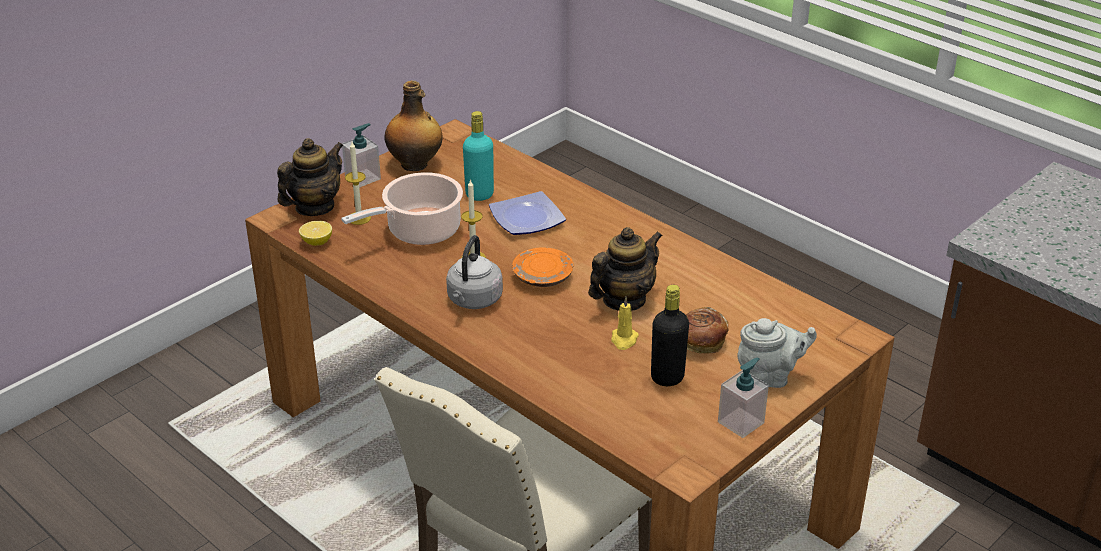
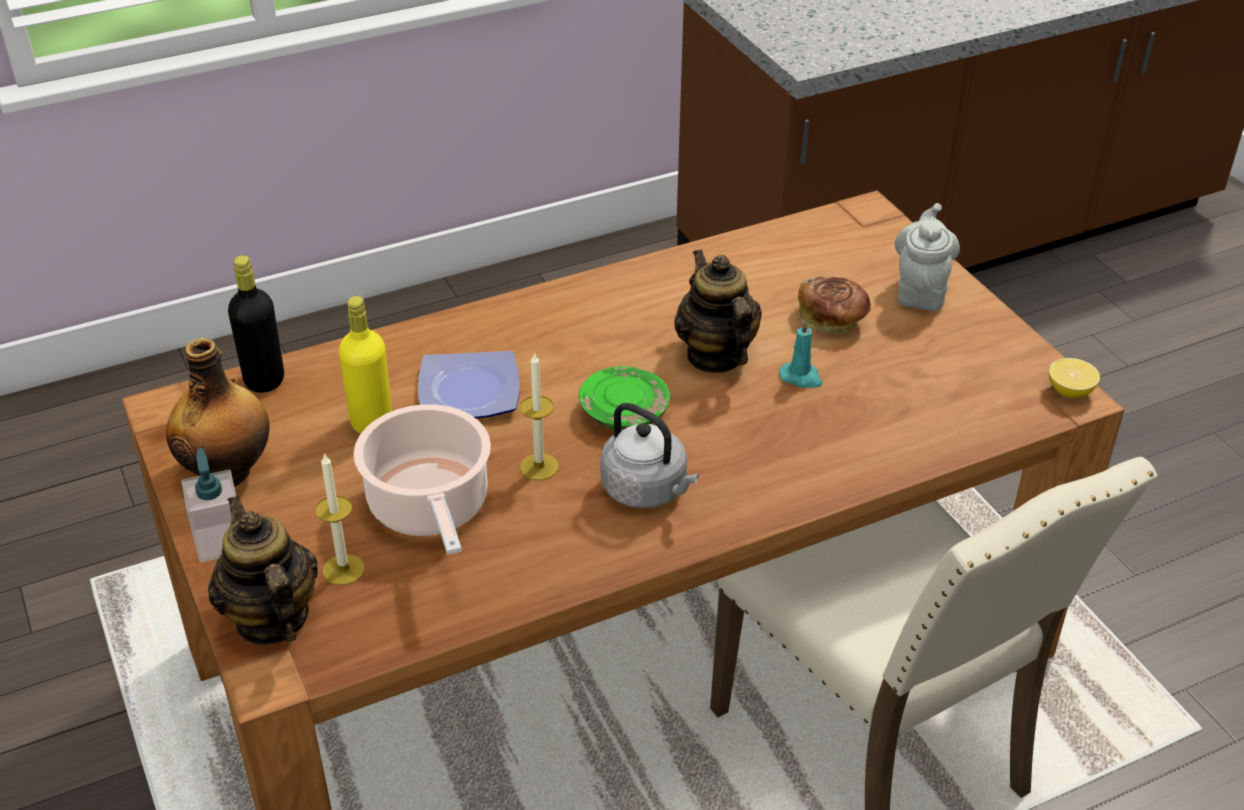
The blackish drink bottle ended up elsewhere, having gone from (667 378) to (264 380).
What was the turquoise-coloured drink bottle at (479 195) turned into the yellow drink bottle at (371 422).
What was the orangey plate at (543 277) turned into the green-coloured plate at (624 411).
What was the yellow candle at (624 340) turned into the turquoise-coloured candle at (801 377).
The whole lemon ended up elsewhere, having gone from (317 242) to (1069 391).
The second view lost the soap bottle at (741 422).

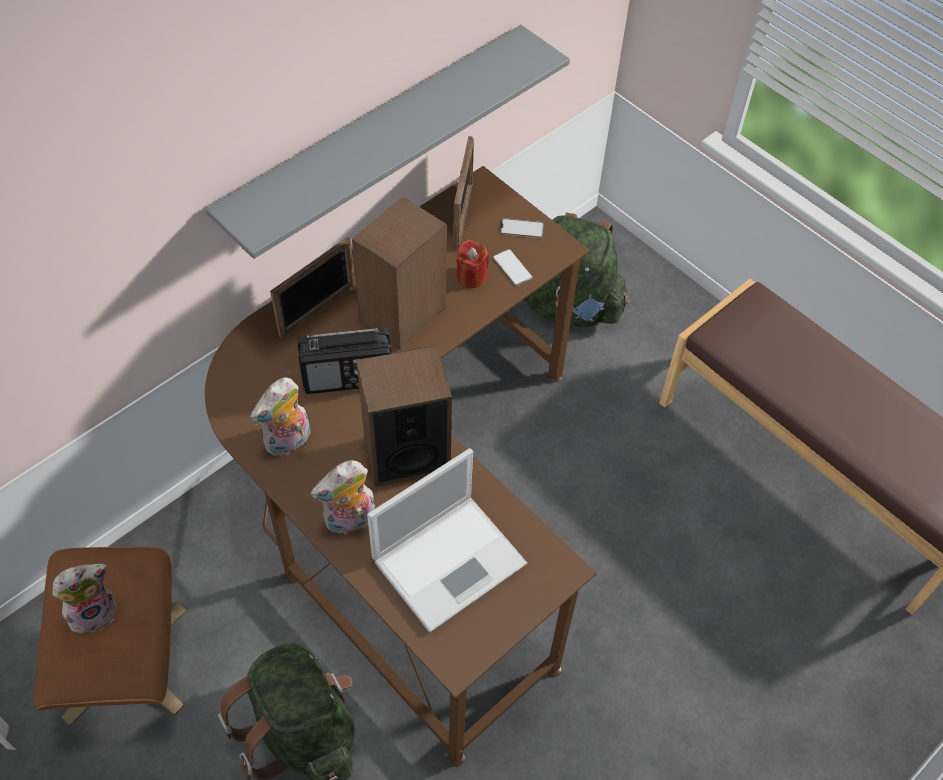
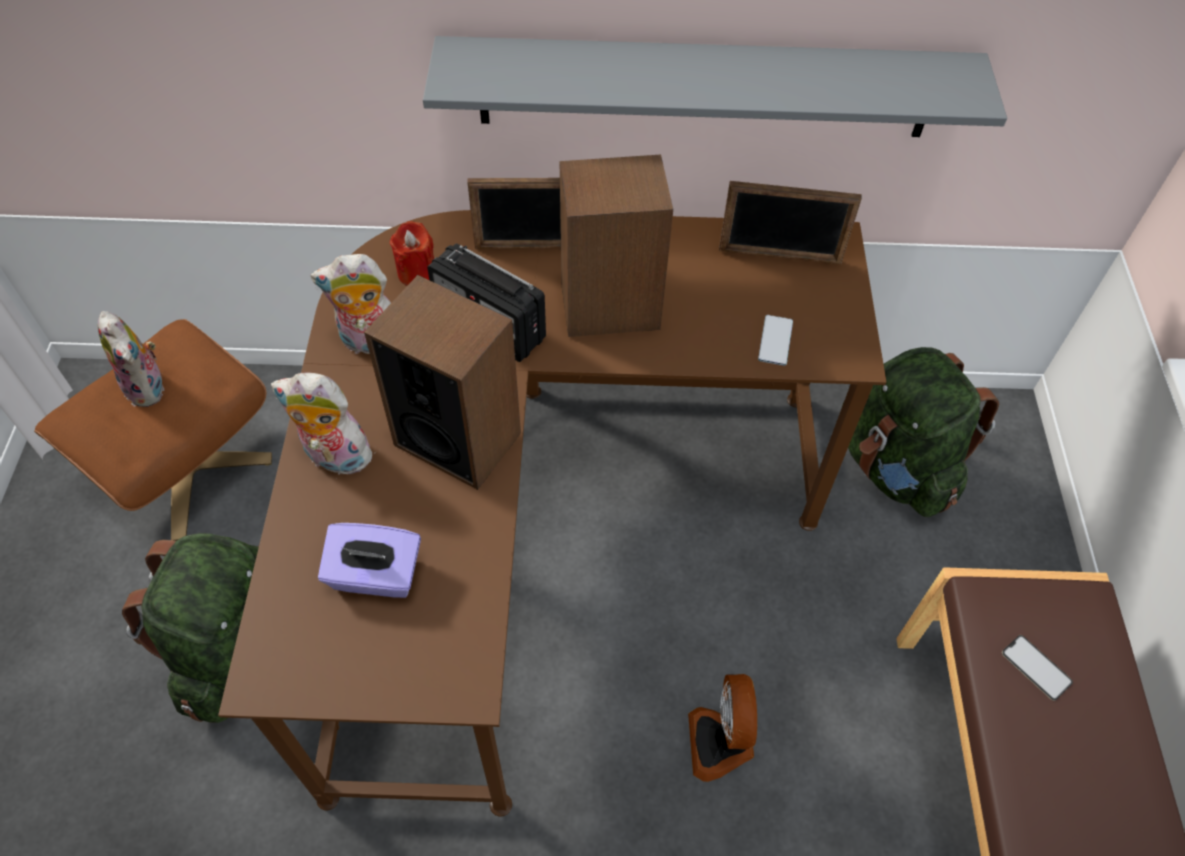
The cuddly toy at (94 611) ended up facing another way, 45 degrees clockwise from before.
Where the portable computer stood at (451 560), the purple box of tissues came to stand at (375 576).
The red candle ended up elsewhere, having gone from (471 276) to (417 273).
The second view gained the cooling fan at (721 743).
The picture frame at (462 216) ended up facing another way, 45 degrees clockwise from before.
The telephone ended up elsewhere, having gone from (522 228) to (1036 667).

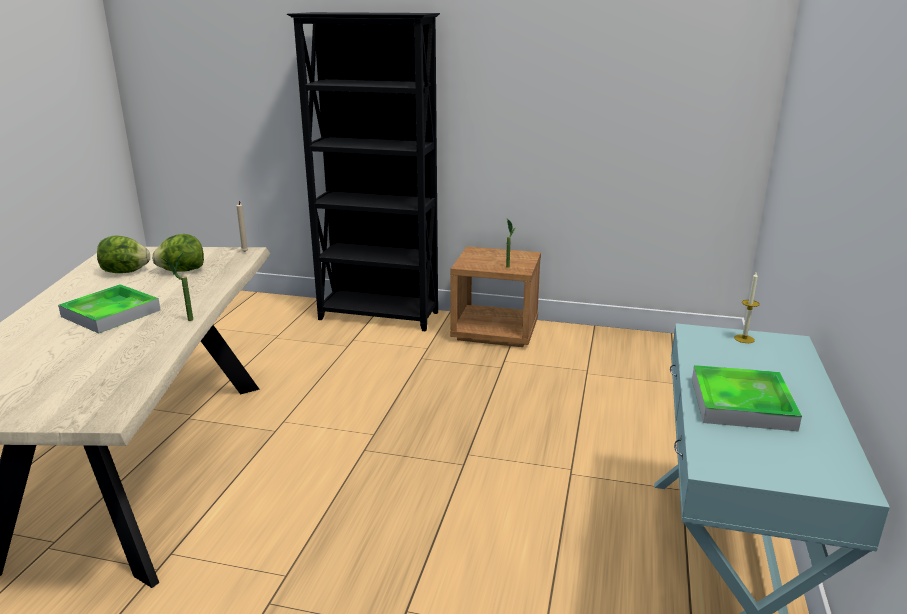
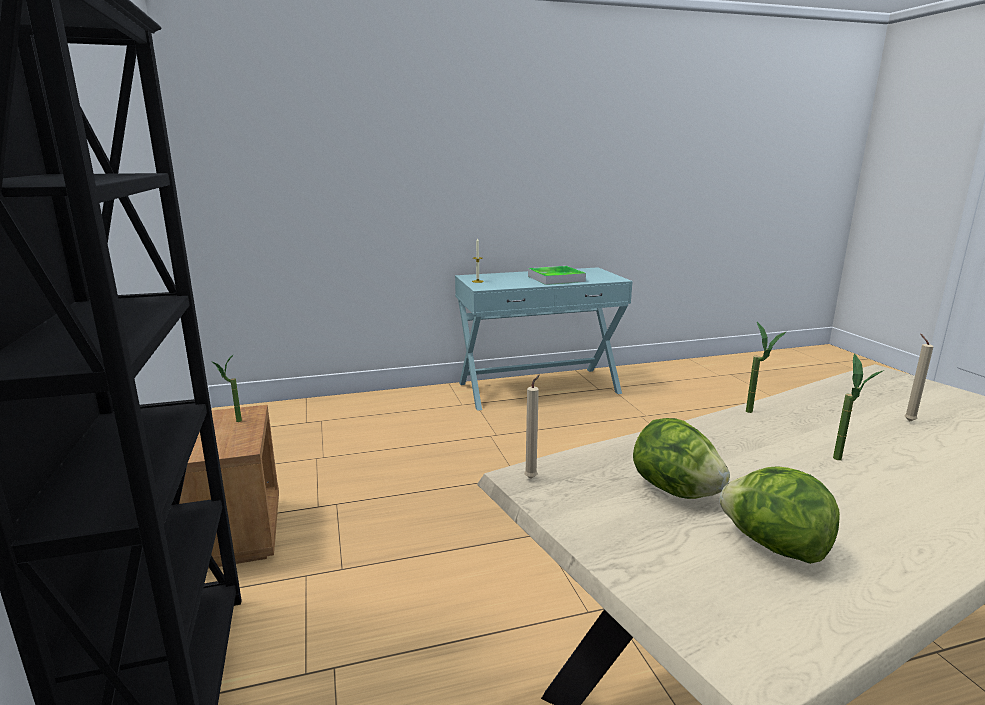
Where the carrying tray stood at (111 313), the houseplant came to stand at (843 462).
The second view gained the beige-coloured candle at (908 420).

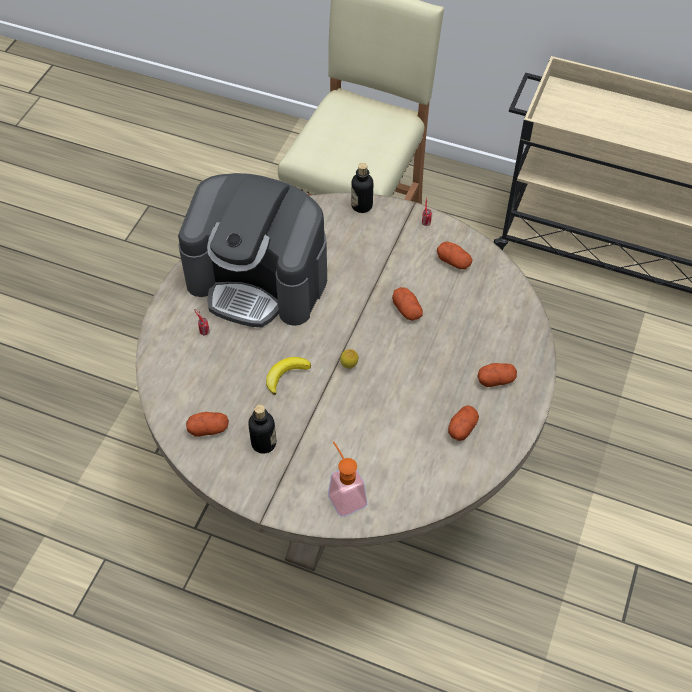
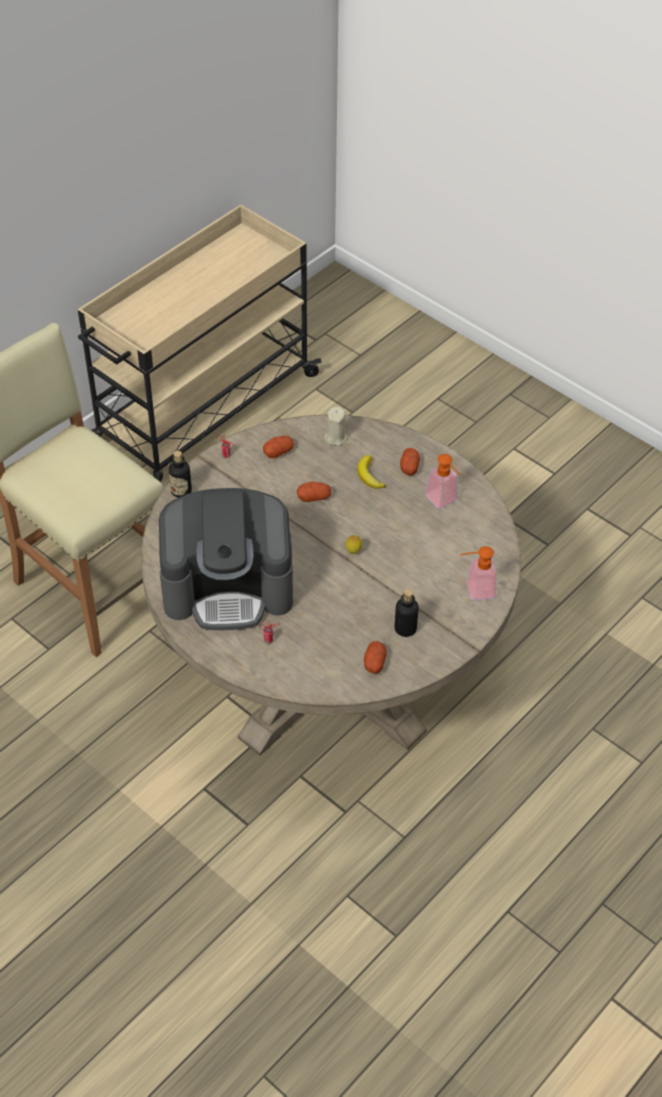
The coffee maker at (259 280) ended up facing another way, 45 degrees clockwise from before.
The second view gained the beige-coloured candle at (335 438).
The whole banana ended up elsewhere, having gone from (286 375) to (369 475).
Where the whole potato stood at (462 428), the soap bottle came to stand at (444 501).

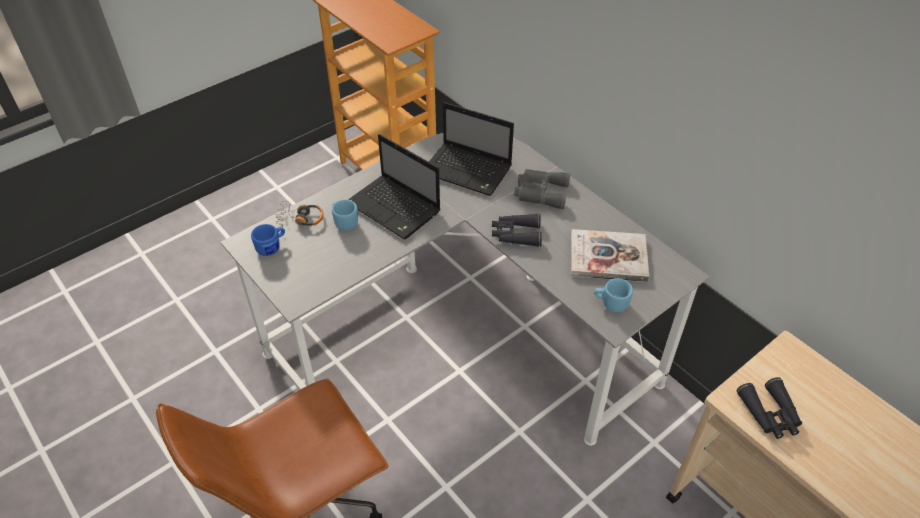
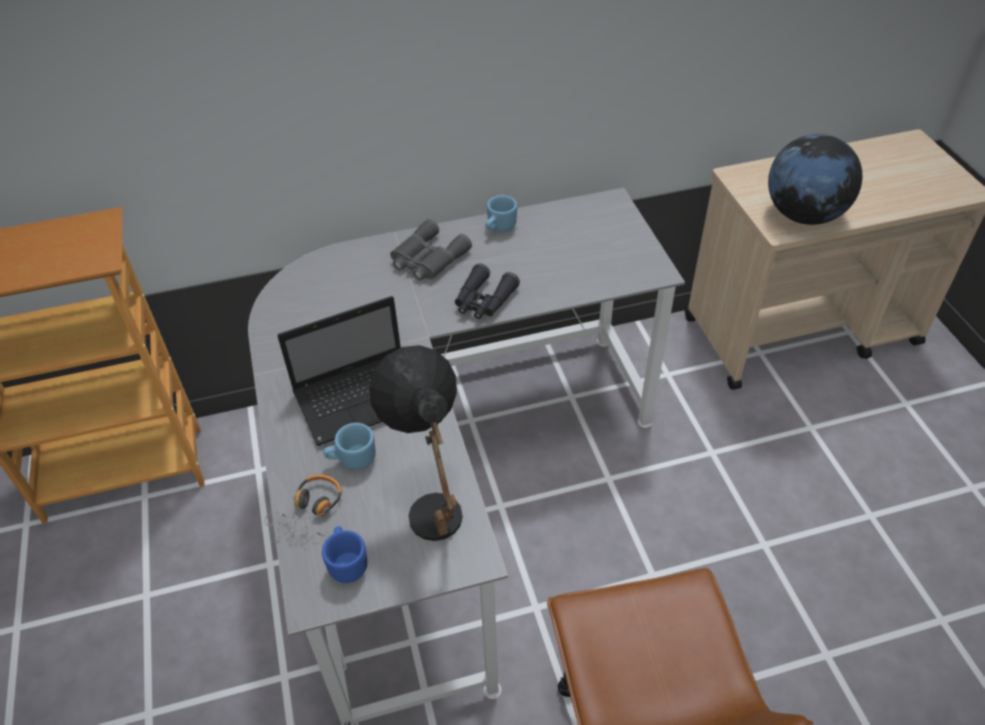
The second view gained the blackish table lamp at (432 500).
The blue tea mug ended up elsewhere, having gone from (610 303) to (498 228).
Where the blackish pair of binoculars stood at (770 414), the globe came to stand at (803 215).
The second view lost the portable computer at (468 171).
The second view lost the book at (608 257).

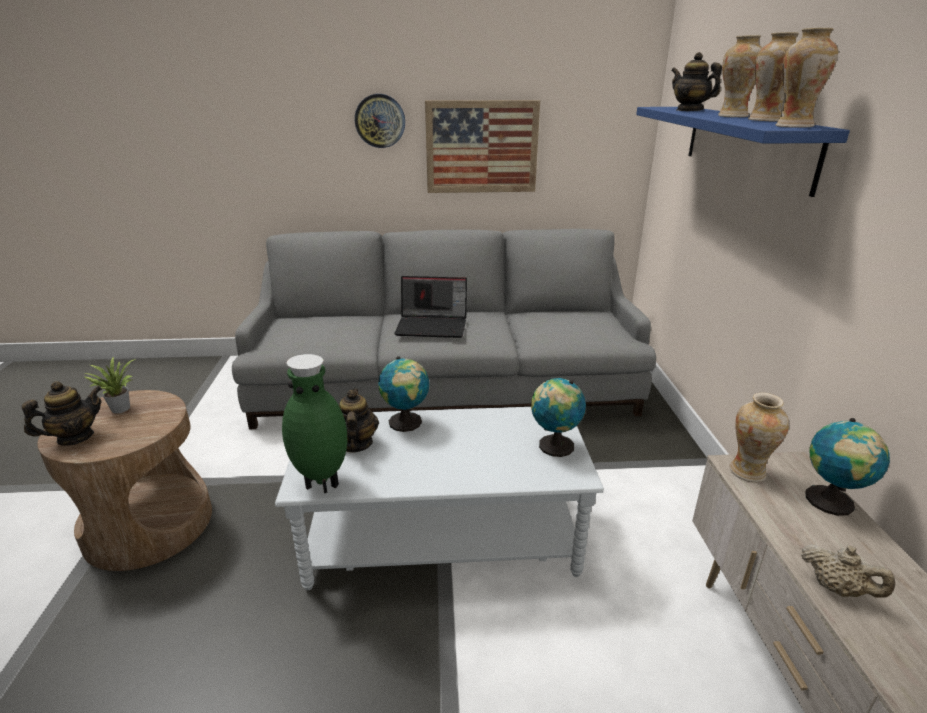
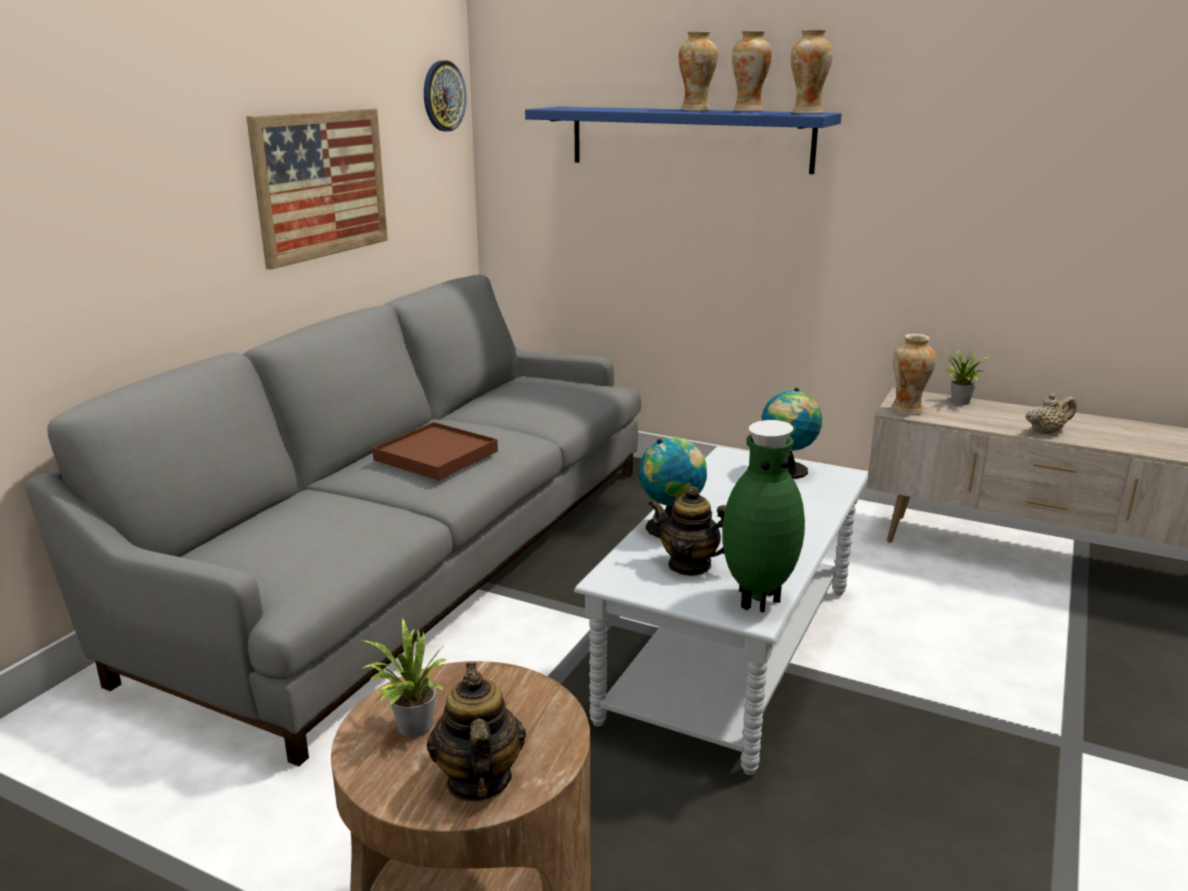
Where the portable computer stood at (433 326), the brown-coloured carrying tray came to stand at (436 455).
The hanging clock ended up elsewhere, having gone from (380 121) to (443 96).
Where the globe stood at (830 503), the houseplant came to stand at (959 402).
The second view lost the tea pot at (689 110).

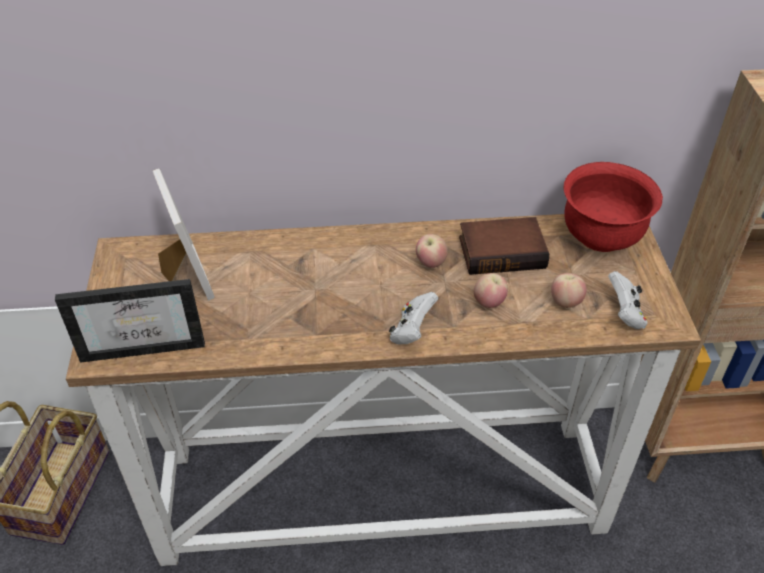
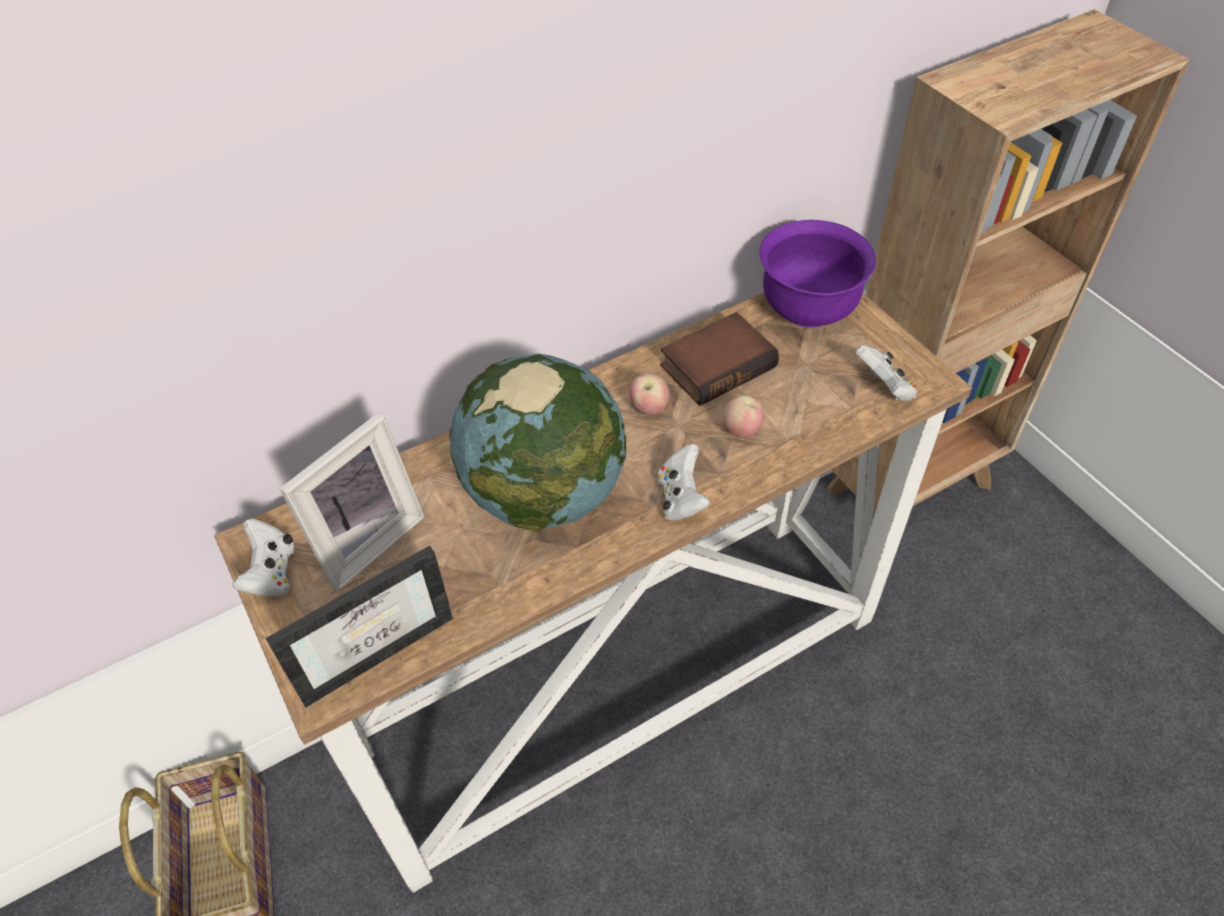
The second view gained the white gamepad at (272 573).
The picture frame at (184 276) ended up facing another way, 90 degrees clockwise from before.
The second view gained the globe at (545 495).
What was the red bowl at (601 237) turned into the purple bowl at (808 309).
The second view lost the whole apple at (565 302).

